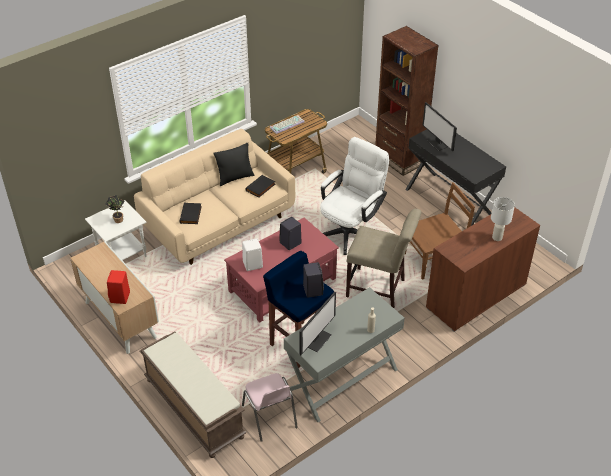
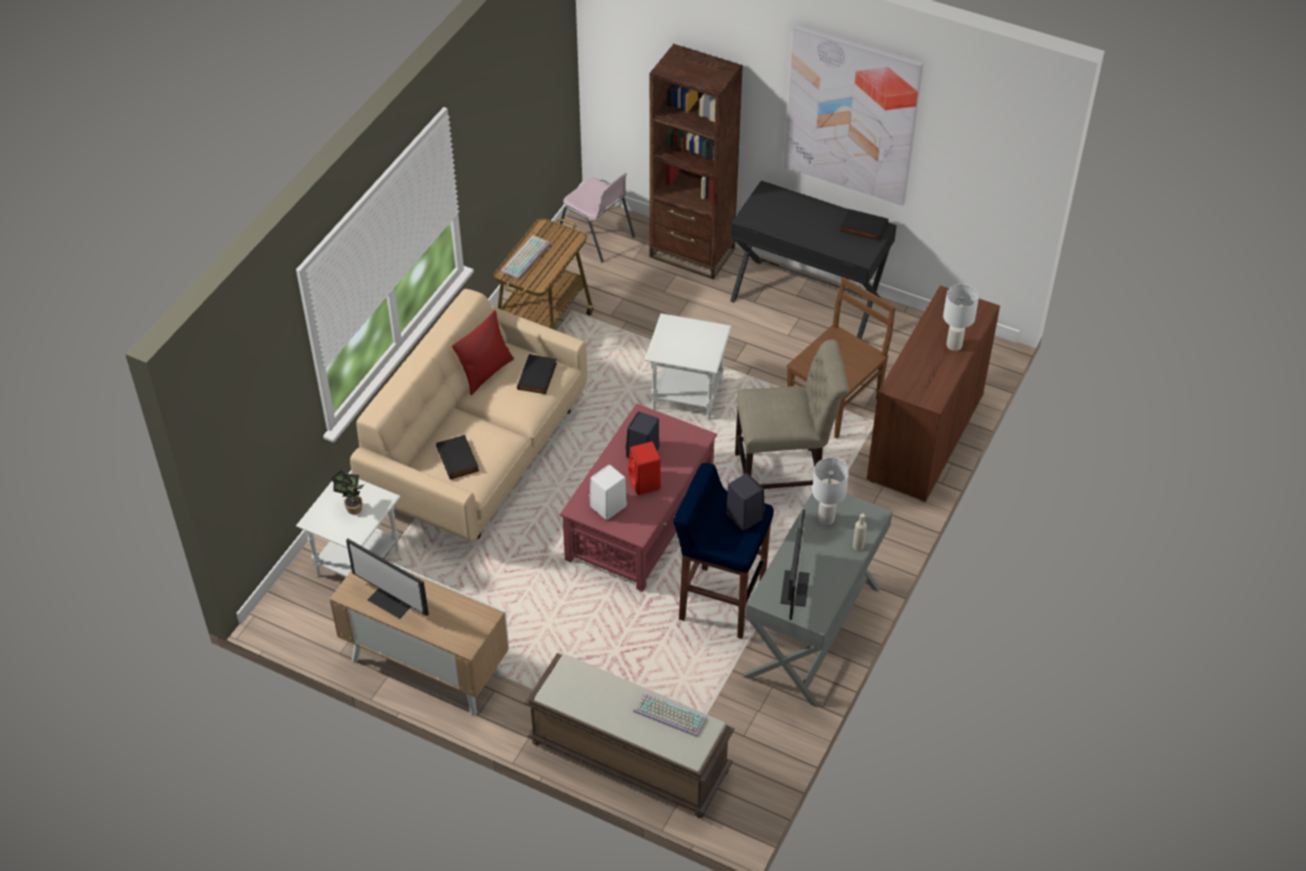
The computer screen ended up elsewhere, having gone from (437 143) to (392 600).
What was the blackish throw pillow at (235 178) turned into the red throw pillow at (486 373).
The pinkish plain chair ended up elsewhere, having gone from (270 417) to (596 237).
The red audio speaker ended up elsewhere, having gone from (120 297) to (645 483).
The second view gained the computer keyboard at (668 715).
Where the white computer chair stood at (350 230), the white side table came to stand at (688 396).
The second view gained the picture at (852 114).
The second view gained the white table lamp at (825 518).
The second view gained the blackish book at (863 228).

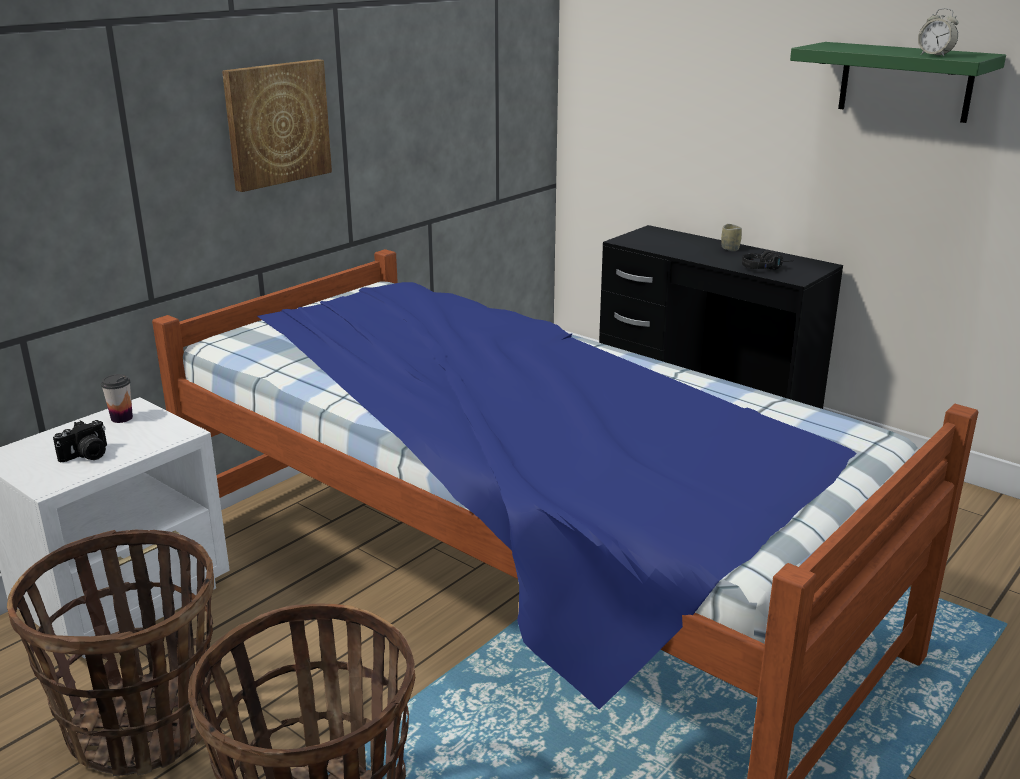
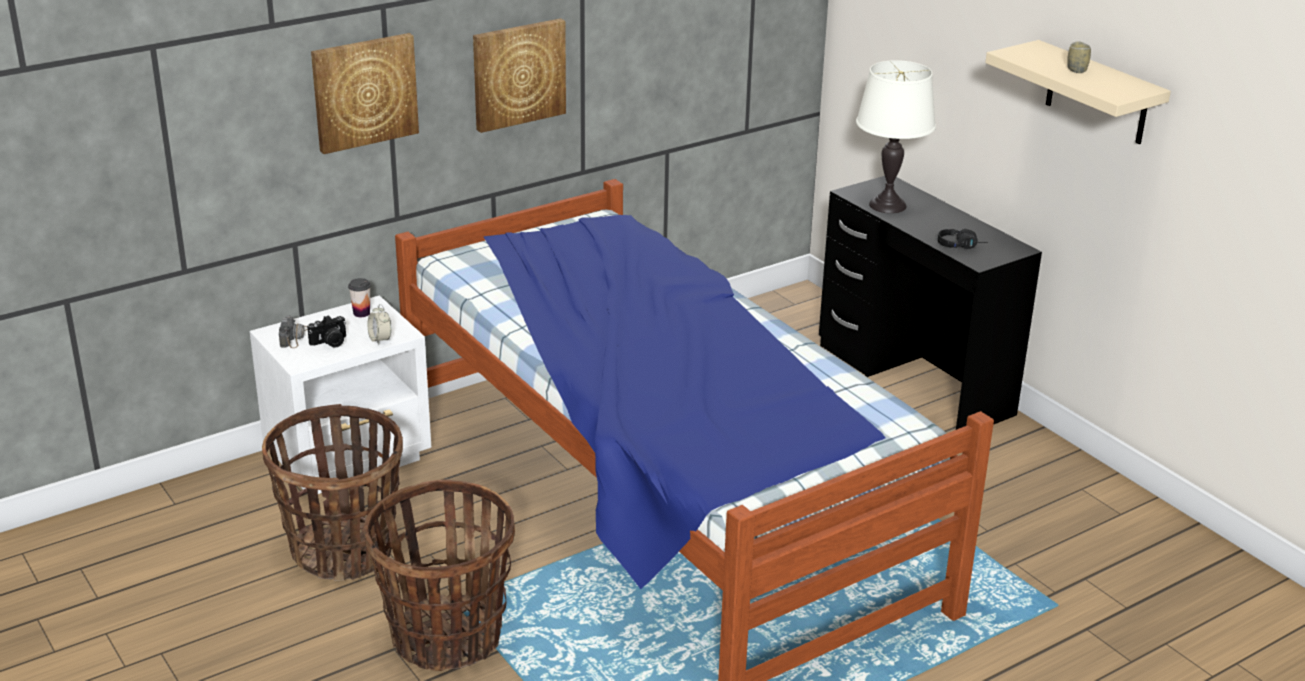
The second view gained the photo camera at (294 337).
The second view gained the picture at (364 92).
The bedside clock ended up elsewhere, having gone from (935 55) to (380 339).
The second view gained the white table lamp at (887 205).
What was the green-coloured wall shelf at (905 82) turned into the beige-coloured wall shelf at (1097 94).
The drinking cup ended up elsewhere, having gone from (730 249) to (1076 70).

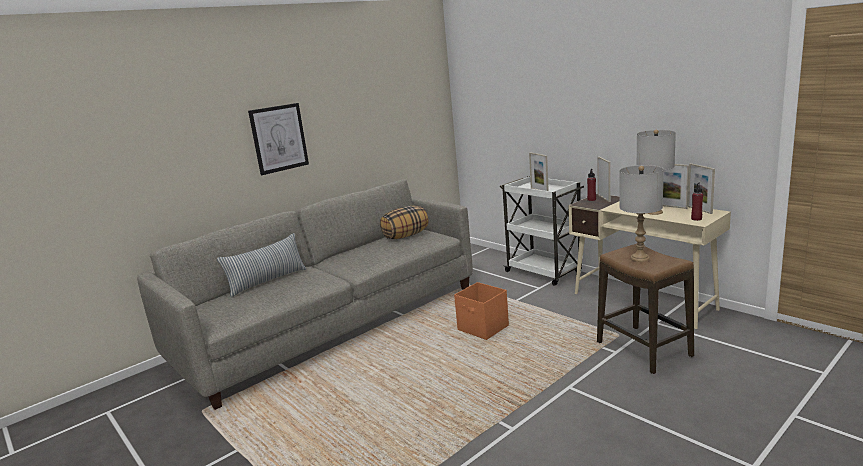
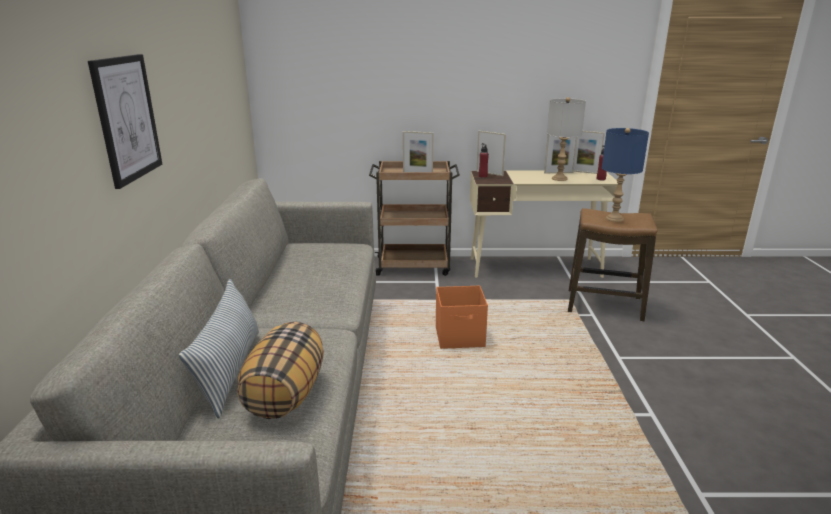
The throw pillow ended up elsewhere, having gone from (406 236) to (285 394).
What was the white wheeled cart at (544 272) turned into the brown-coloured wheeled cart at (414 266).
What was the greyish table lamp at (640 258) turned into the blue table lamp at (614 219).

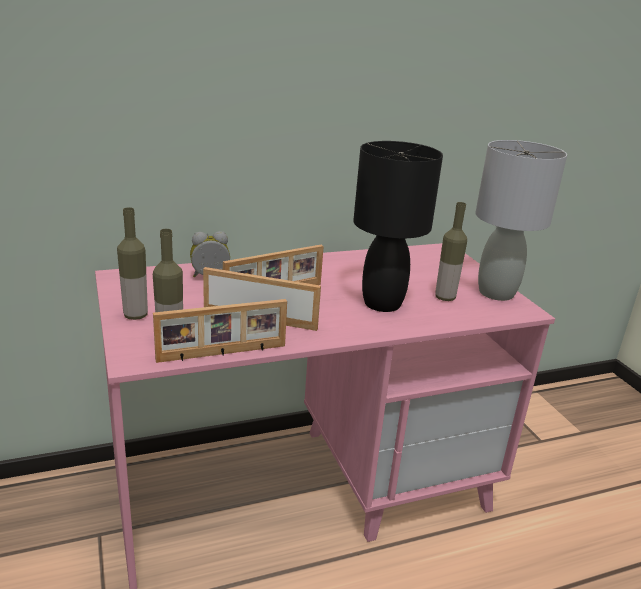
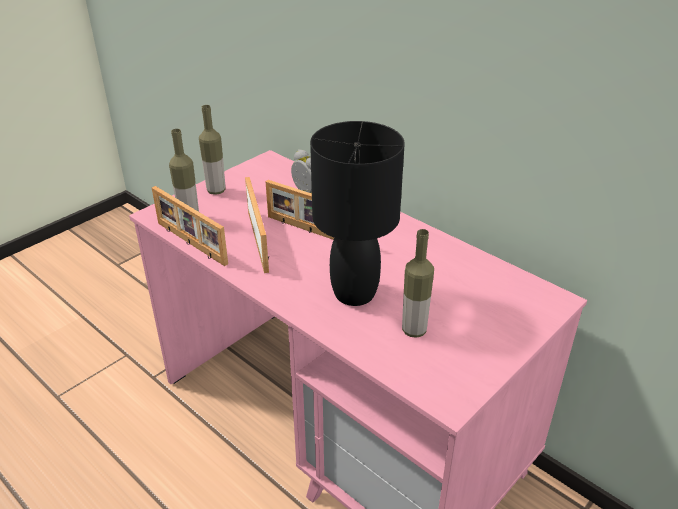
The second view lost the greyish table lamp at (496 293).

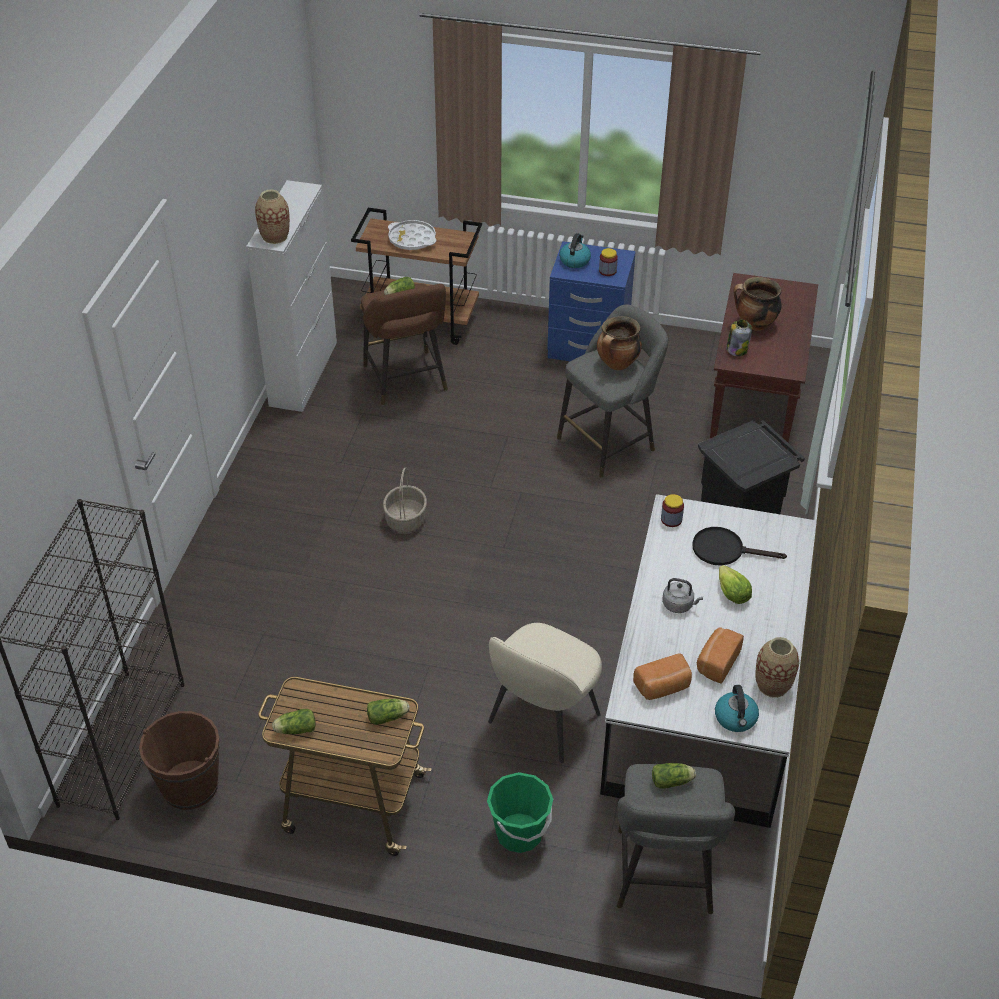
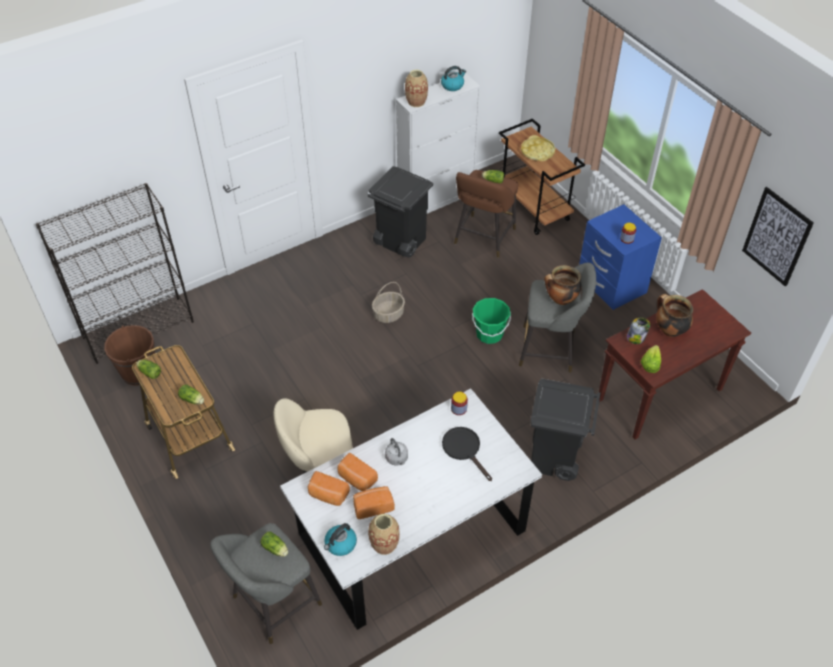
The second view gained the bread at (356 479).
The second view gained the blackish rubbish bin at (399 242).
The tea kettle ended up elsewhere, having gone from (574 260) to (452 85).
The green-coloured water bucket ended up elsewhere, having gone from (519 833) to (489 334).
What was the white carrying tray at (412 239) turned into the yellow carrying tray at (537 152).
The head of lettuce ended up elsewhere, having gone from (731 593) to (650 364).
The second view gained the picture at (777 237).

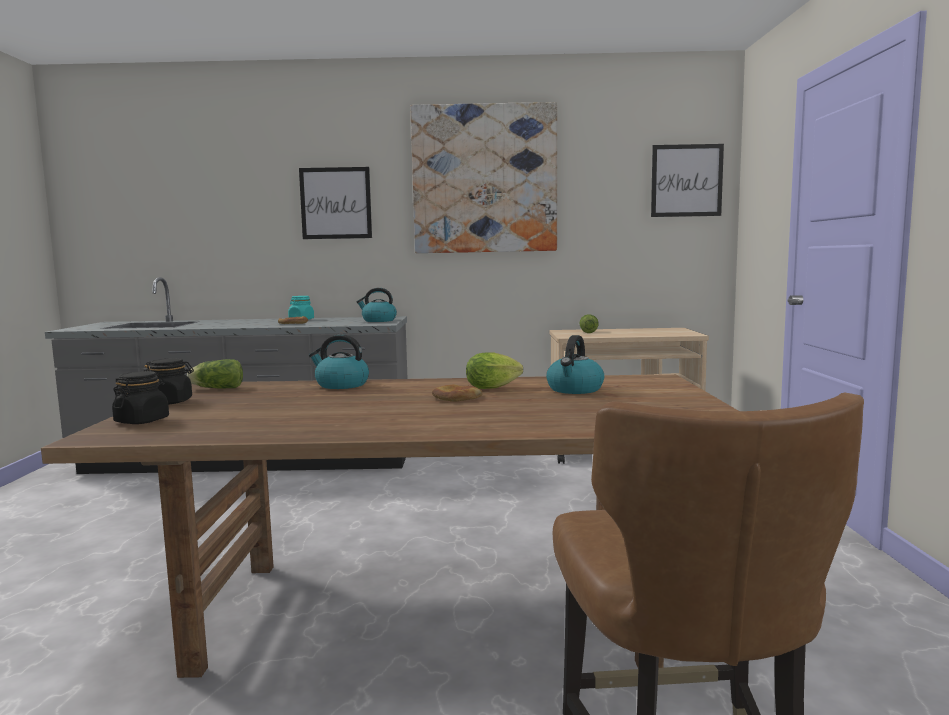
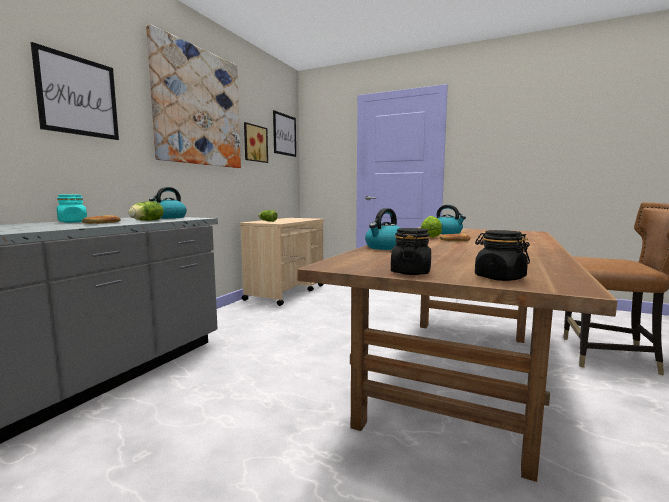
The head of lettuce ended up elsewhere, having gone from (216 388) to (145 221).
The second view gained the picture at (254 143).

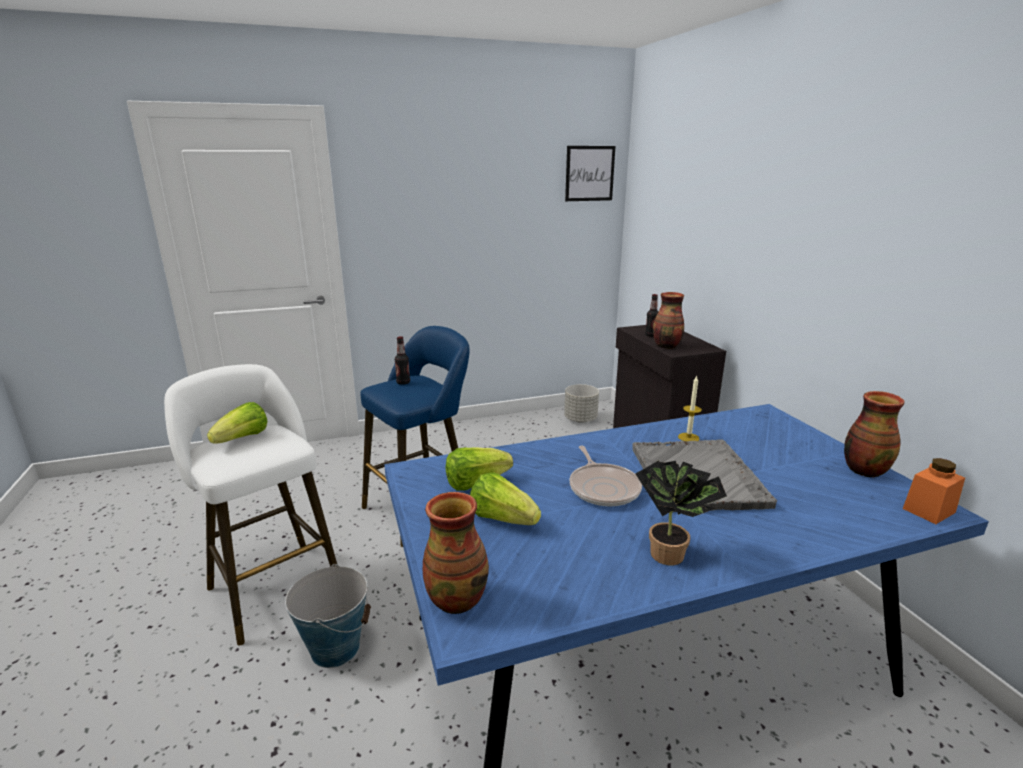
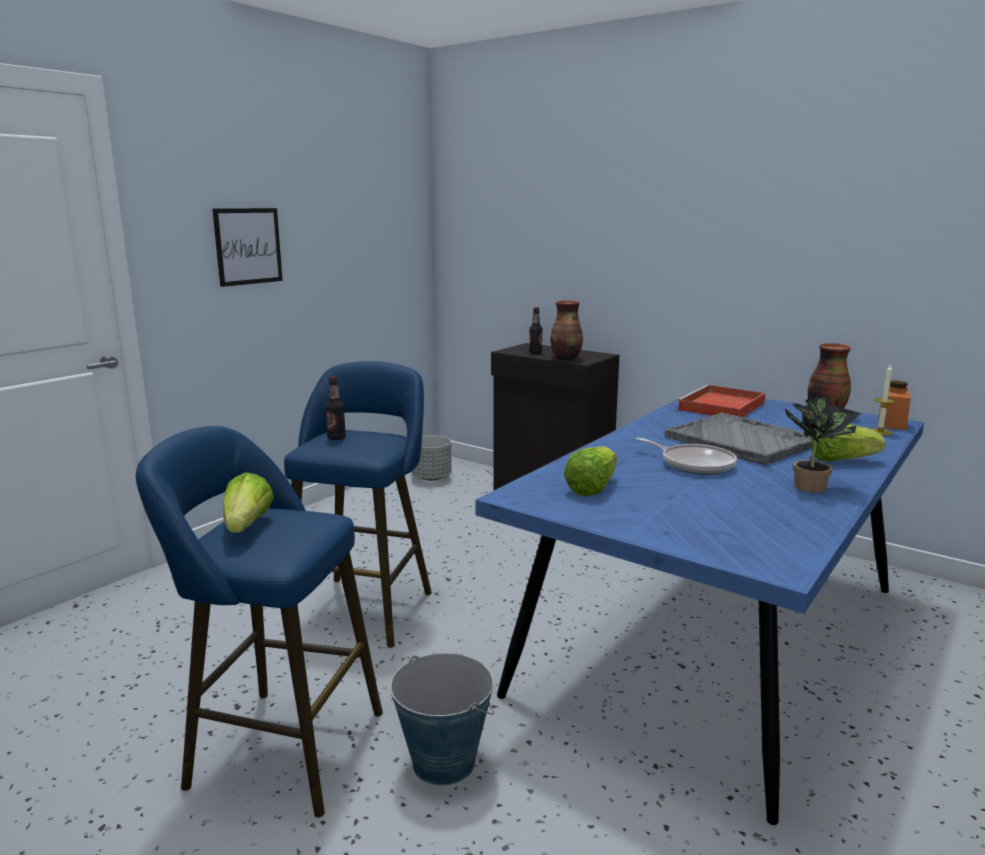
What was the white stool seat at (272 586) turned into the blue stool seat at (277 747).
The picture ended up elsewhere, having gone from (589 173) to (248 246).
The second view gained the red carrying tray at (721 407).
The head of lettuce ended up elsewhere, having gone from (502 518) to (840 460).
The candle ended up elsewhere, having gone from (688 437) to (880 432).
The second view lost the decorative vase at (457 599).

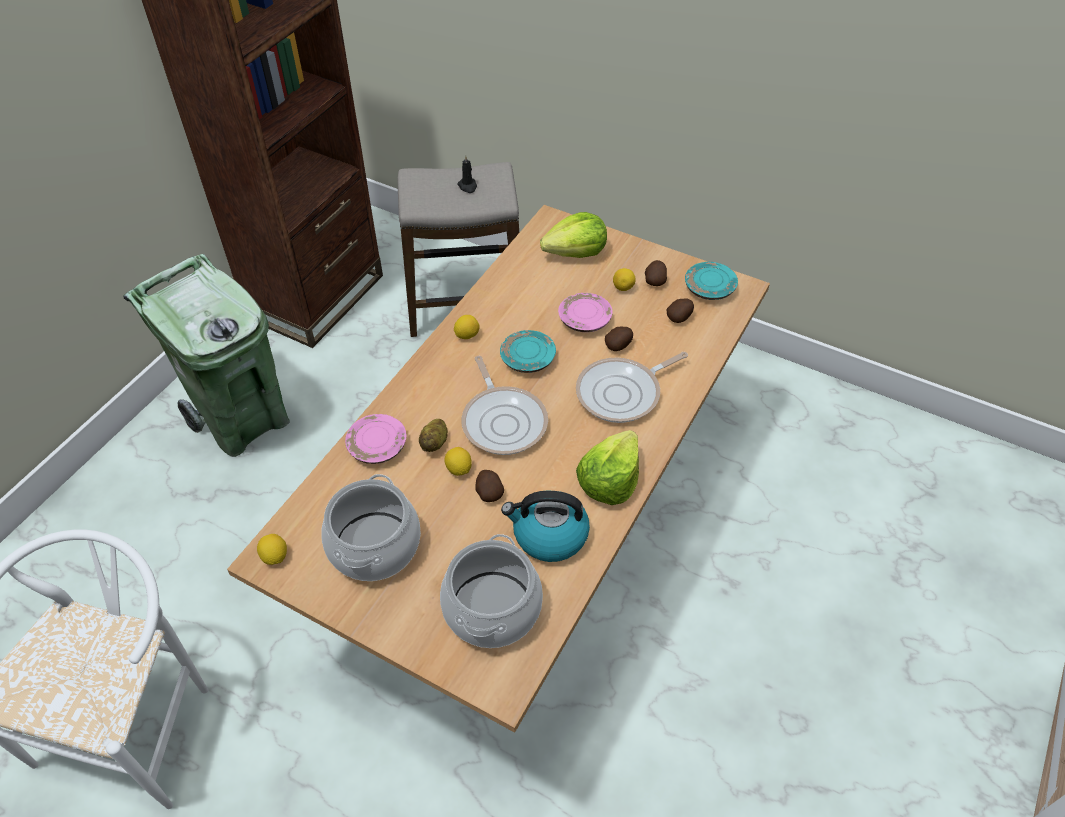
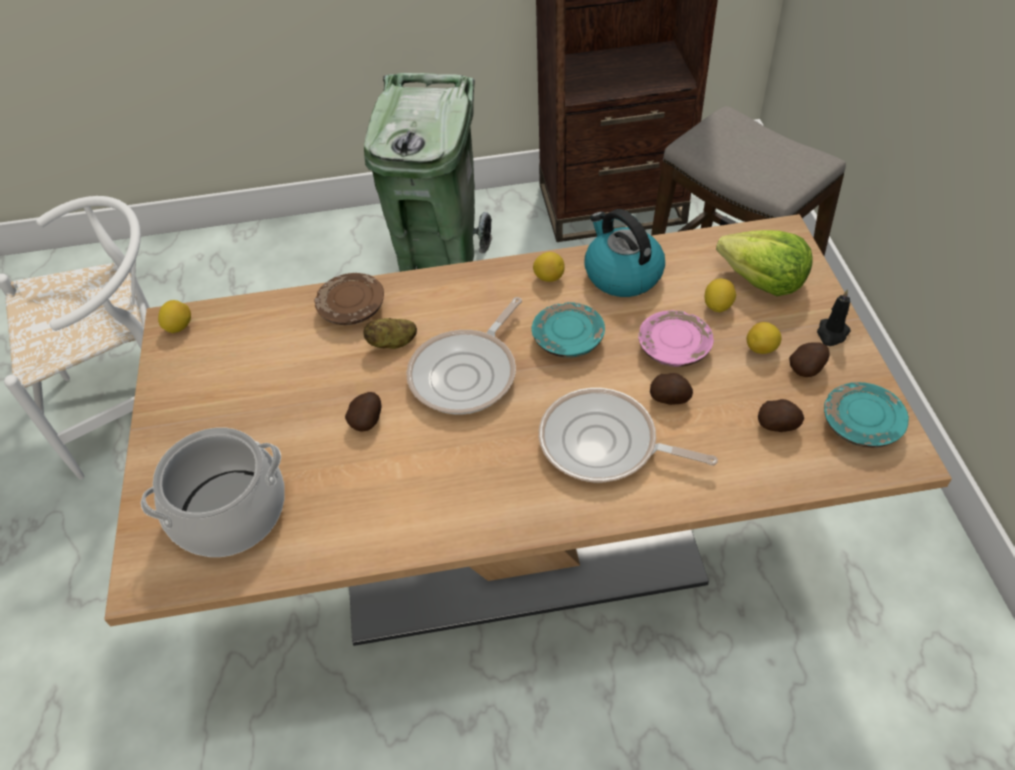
What was the pinkish plate at (377 446) turned into the brown-coloured plate at (352 308).
The tea kettle ended up elsewhere, having gone from (549 535) to (621 274).
The whole lemon ended up elsewhere, having gone from (459 469) to (717 306).
The blackish candle ended up elsewhere, having gone from (468 186) to (832 333).
The second view lost the saucepot at (375 546).
The second view lost the head of lettuce at (609 481).

